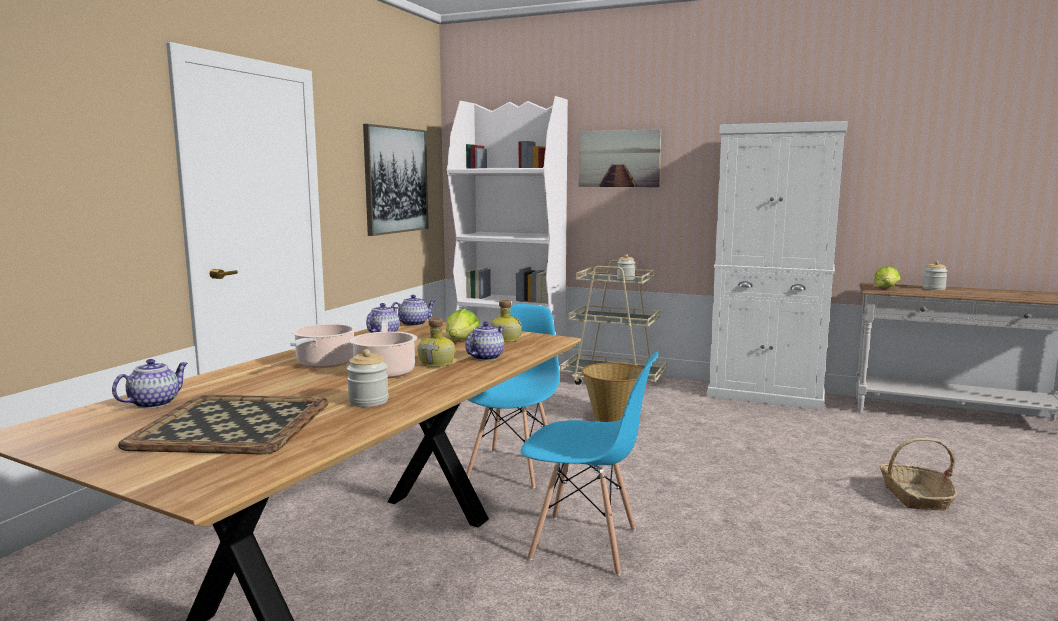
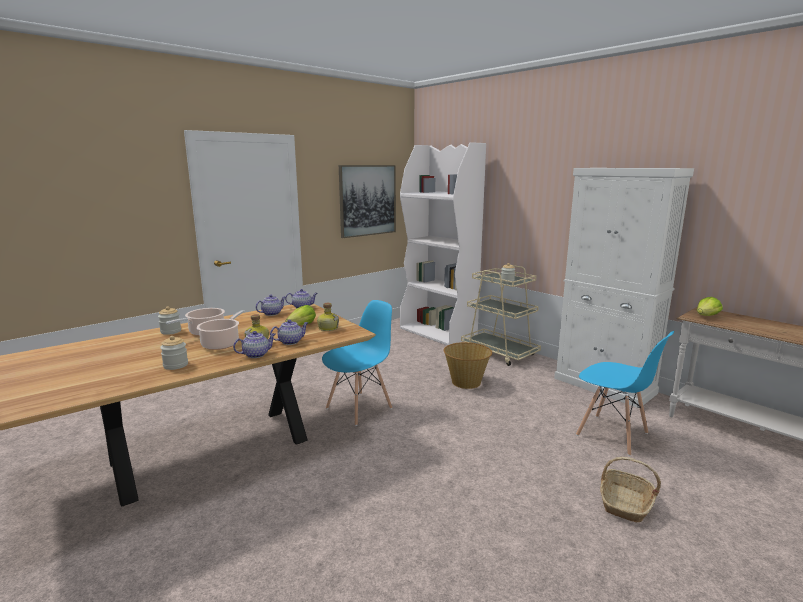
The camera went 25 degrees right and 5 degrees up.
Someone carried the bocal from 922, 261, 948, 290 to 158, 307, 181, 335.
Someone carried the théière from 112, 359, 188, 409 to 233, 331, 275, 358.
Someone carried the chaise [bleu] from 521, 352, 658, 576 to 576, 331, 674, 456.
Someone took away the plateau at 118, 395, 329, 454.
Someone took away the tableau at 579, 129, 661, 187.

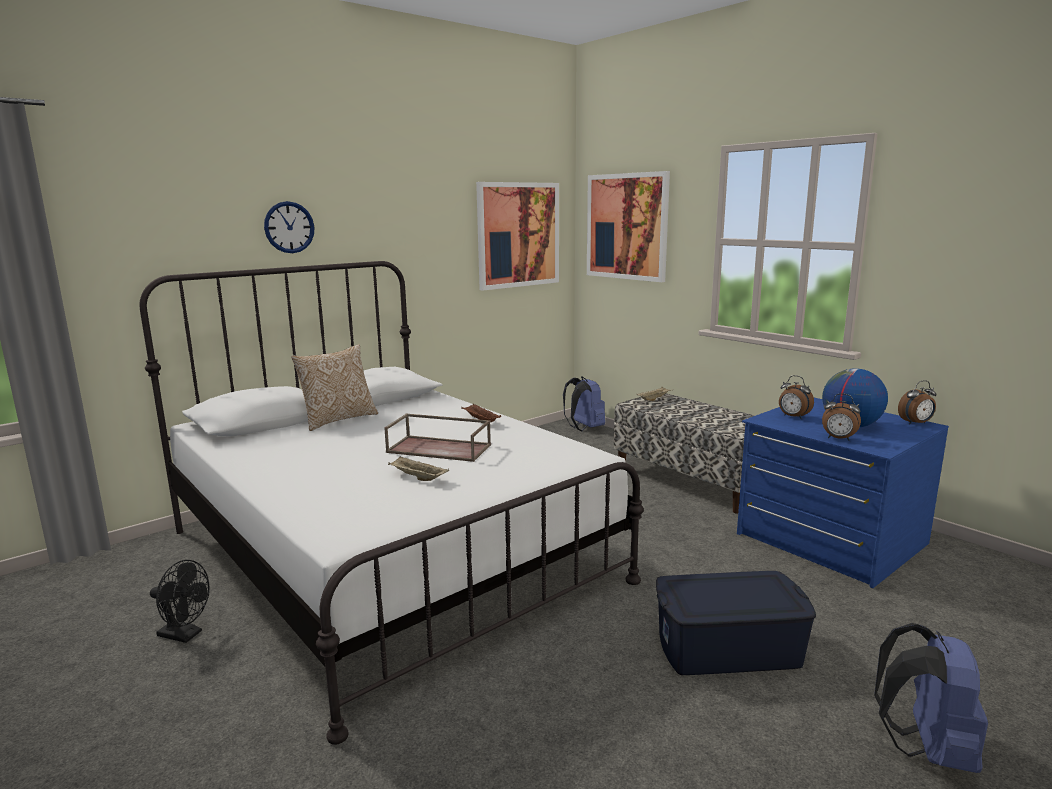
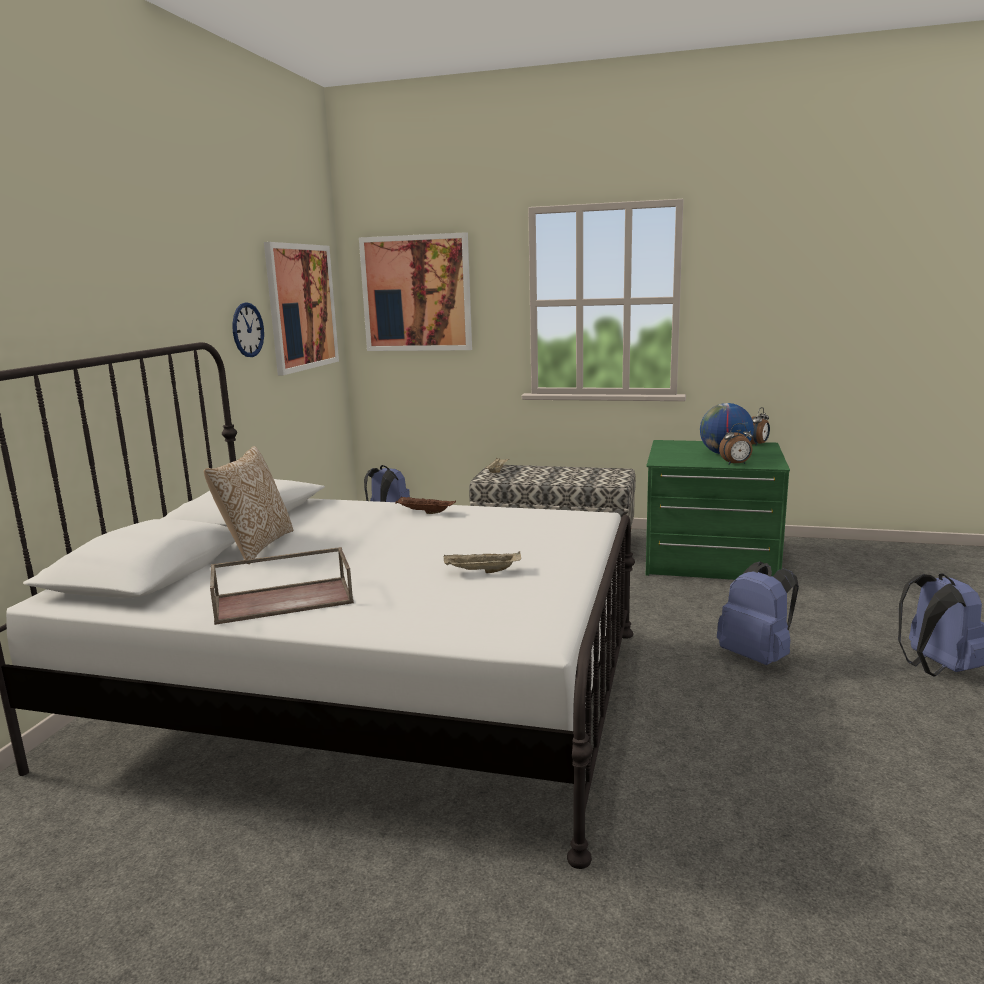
The camera went 35 degrees left and 0 degrees up.
Someone carried the plateau [marron] from 384, 414, 491, 462 to 210, 547, 354, 625.
Someone carried the horloge murale from 264, 201, 314, 253 to 232, 302, 264, 357.
Someone repainted the commode [bleu] at 737, 398, 949, 588, which became the commode [vert] at 646, 440, 790, 580.
Someone swapped the boîte de rangement [bleu] at 656, 571, 816, 675 for the sac à dos [bleu] at 717, 562, 799, 665.
Someone took away the ventilateur [noir] at 150, 560, 210, 643.
Someone took away the réveil at 779, 375, 814, 419.

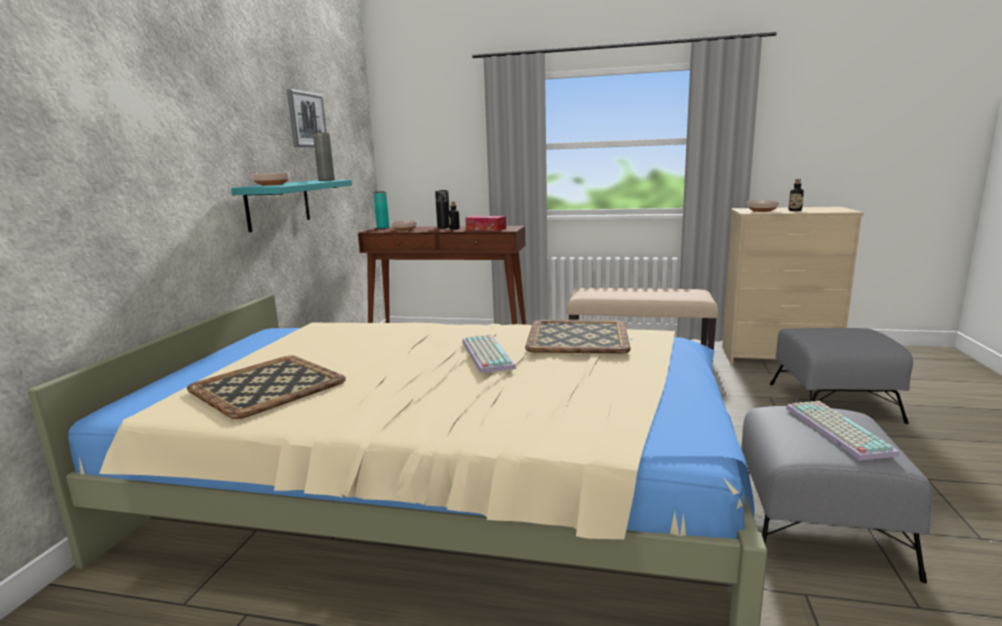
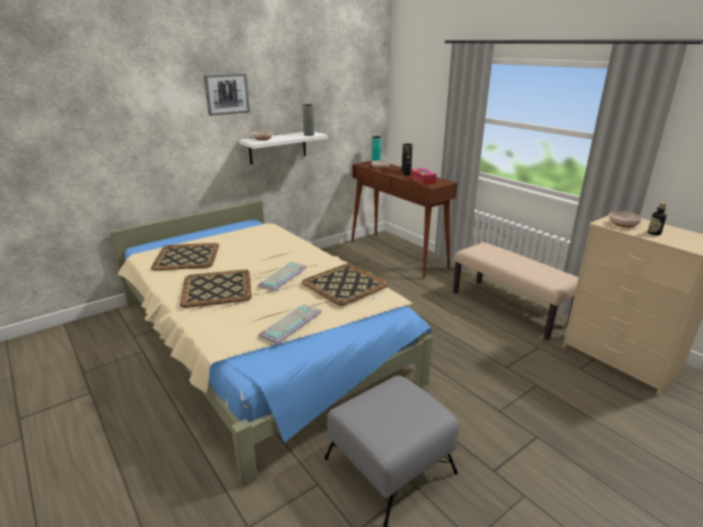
The camera went 40 degrees right and 10 degrees up.
Someone put down the plateau at 180, 269, 252, 308.
Someone carried the tableau from 287, 89, 327, 147 to 204, 73, 250, 116.
Someone repainted the étagère [turquoise] at 231, 180, 352, 232, which became the étagère [blanc] at 239, 132, 328, 165.
Someone carried the clavier from 786, 401, 899, 460 to 259, 304, 322, 344.
Someone took away the pouf [gris] at 770, 328, 913, 424.

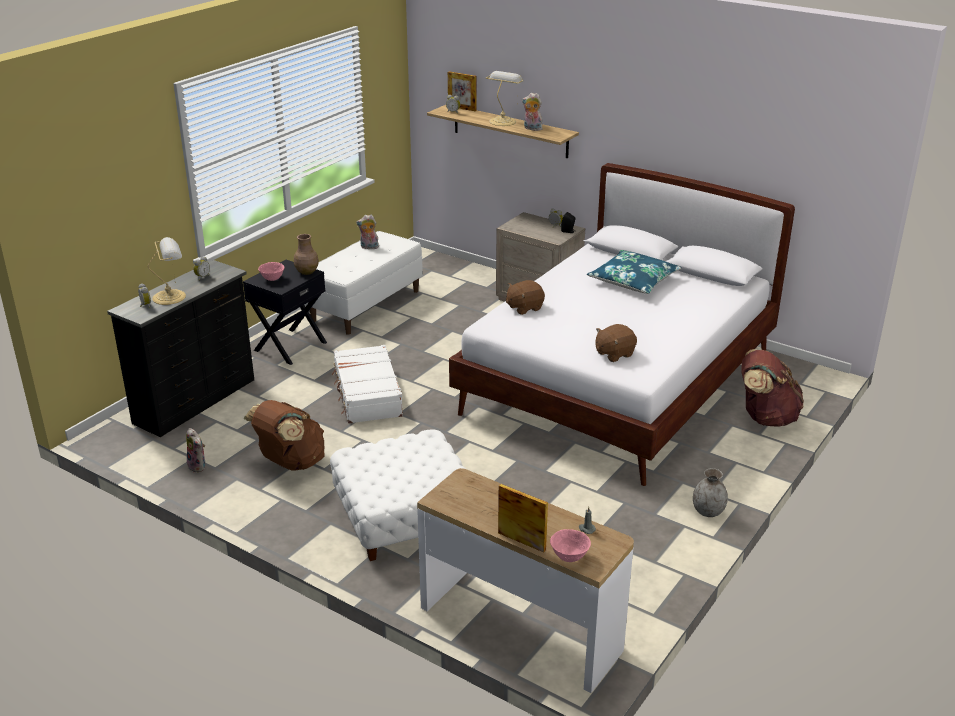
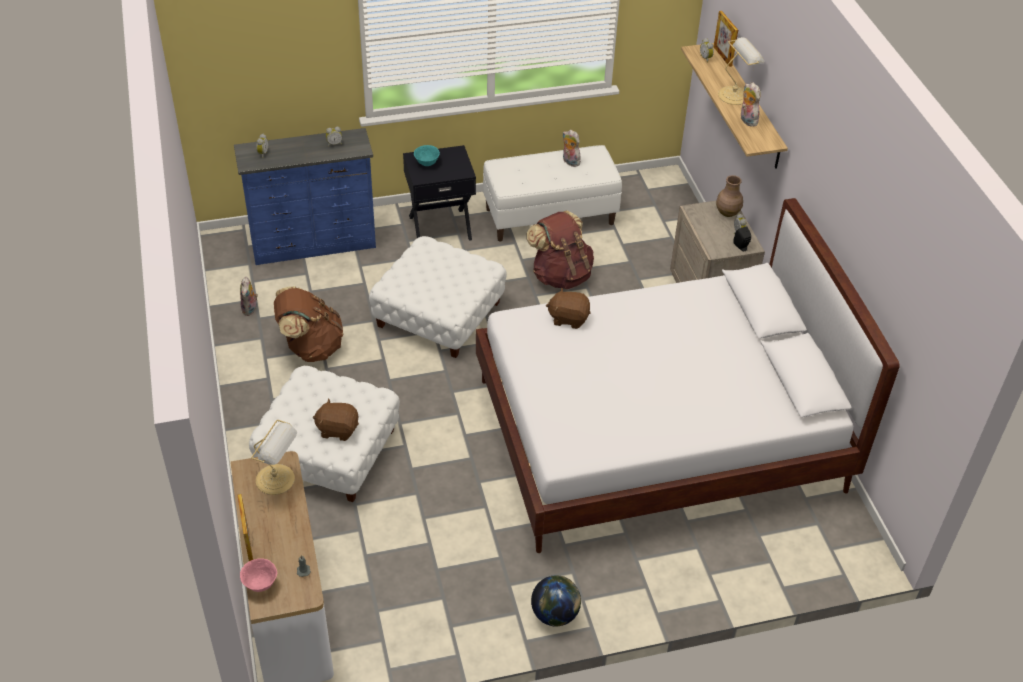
The camera went 40 degrees right and 15 degrees up.
Someone repainted the commode [noir] at 107, 260, 254, 437, which became the commode [bleu] at 234, 128, 376, 265.
Someone carried the lampe de table from 148, 237, 186, 305 to 251, 420, 297, 495.
Someone carried the peluche [marron] from 595, 324, 637, 362 to 313, 398, 359, 441.
Someone swapped the valise [blanc] at 332, 345, 403, 424 for the pouf [blanc] at 369, 236, 507, 358.
Someone repainted the bol [rose] at 258, 262, 285, 281, which became the bol [turquoise] at 414, 145, 440, 166.
Someone carried the sac à dos [marron] from 741, 349, 804, 427 to 527, 210, 594, 289.
Someone swapped the vase [gris] at 693, 468, 728, 517 for the globe at 531, 576, 581, 627.
Someone carried the vase [marron] from 294, 234, 319, 275 to 716, 175, 743, 217.
Someone took away the coussin [bleu] at 587, 250, 682, 294.

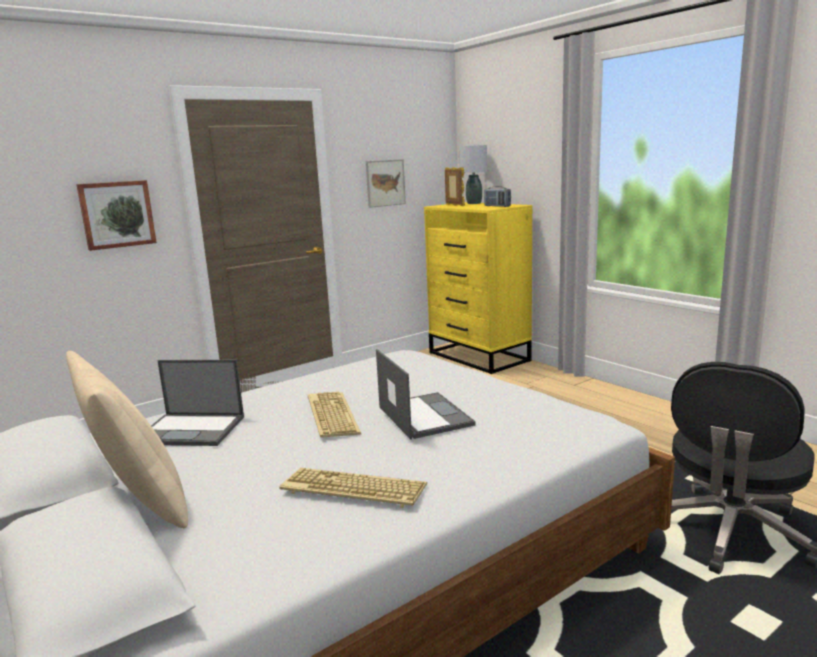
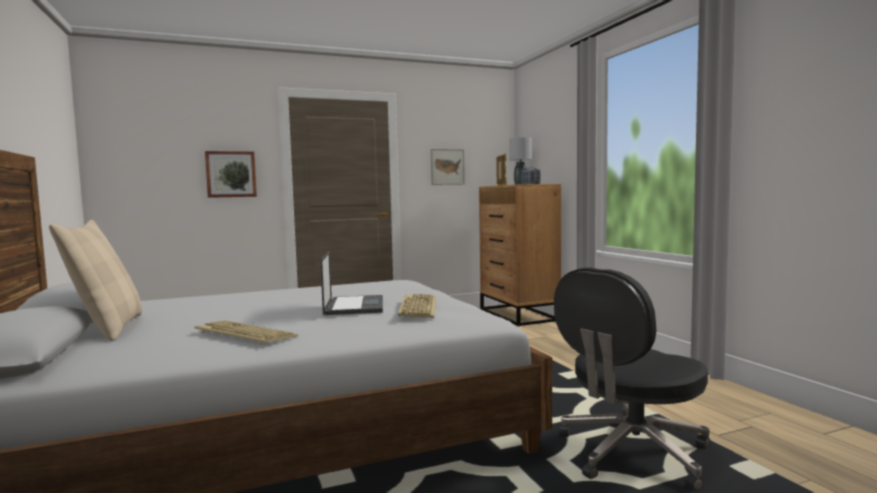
The camera went 15 degrees right and 10 degrees down.
Someone carried the clavier from 308, 392, 362, 437 to 398, 294, 436, 318.
Someone repainted the commode [jaune] at 424, 202, 532, 374, which became the commode [marron] at 479, 184, 561, 326.
Someone took away the ordinateur portable at 151, 360, 244, 446.

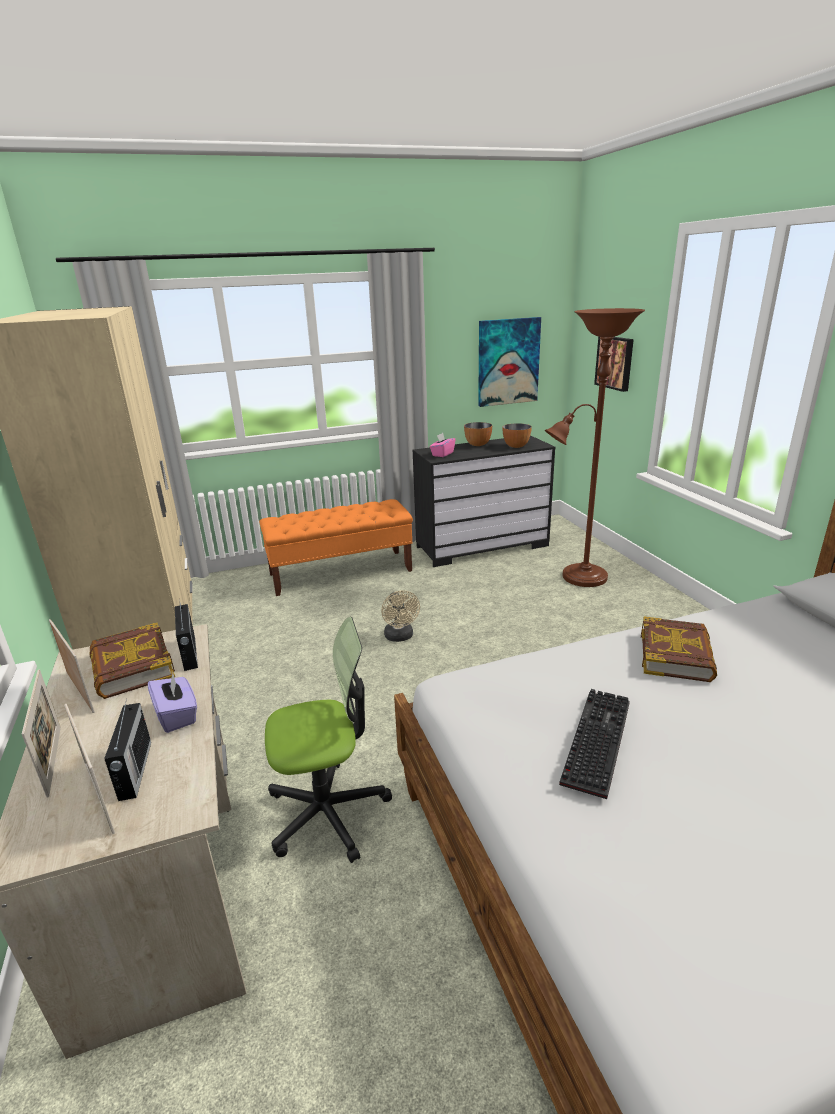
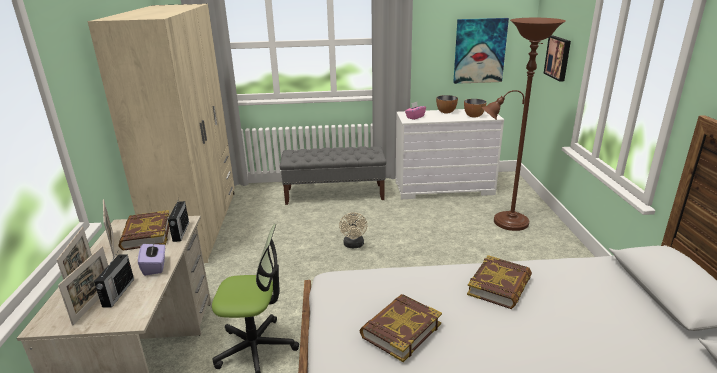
The camera went 15 degrees right and 0 degrees up.
Someone rotated the cadre photo at 64, 704, 115, 834 by 150 degrees counterclockwise.
Someone repainted the banc [orange] at 259, 499, 413, 596, which became the banc [gris] at 280, 146, 386, 205.
Someone swapped the clavier at 559, 689, 630, 799 for the livre at 360, 294, 442, 362.
Someone repainted the commode [noir] at 413, 435, 556, 567, which became the commode [blanc] at 396, 109, 504, 199.

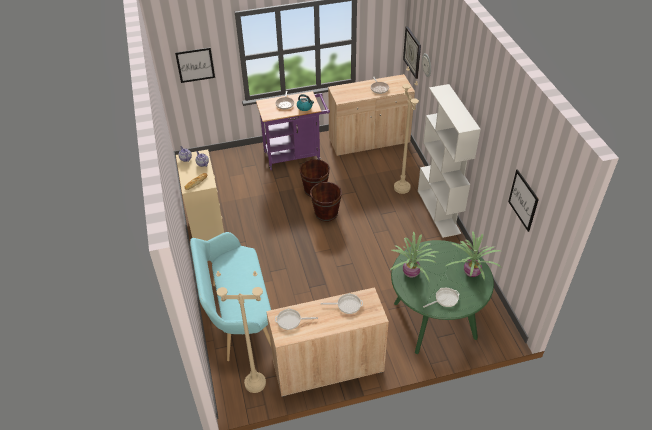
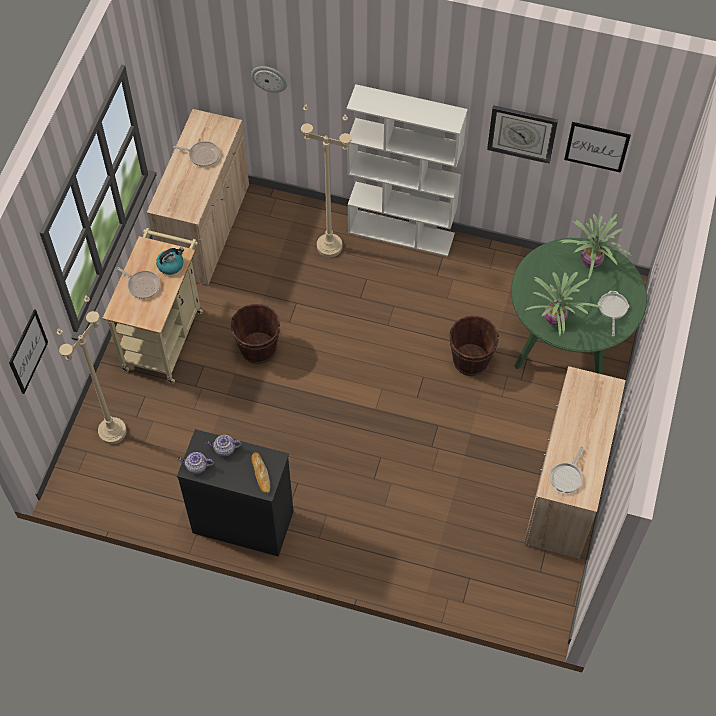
The camera went 60 degrees left and 15 degrees up.
Someone carried the lampadaire [beige] from 216, 271, 266, 393 to 57, 296, 127, 444.
Someone repainted the chariot [violet] at 256, 91, 330, 170, which became the chariot [beige] at 103, 228, 203, 383.
Someone repainted the commode [beige] at 176, 149, 224, 241, which became the commode [noir] at 177, 429, 294, 557.
Someone carried the seau [marron] from 310, 181, 342, 222 to 449, 316, 499, 376.
Someone carried the horloge murale from 403, 26, 421, 79 to 487, 105, 558, 164.
Someone took away the banc [turquoise] at 190, 232, 271, 361.
Someone took away the poêle at 321, 293, 363, 314.

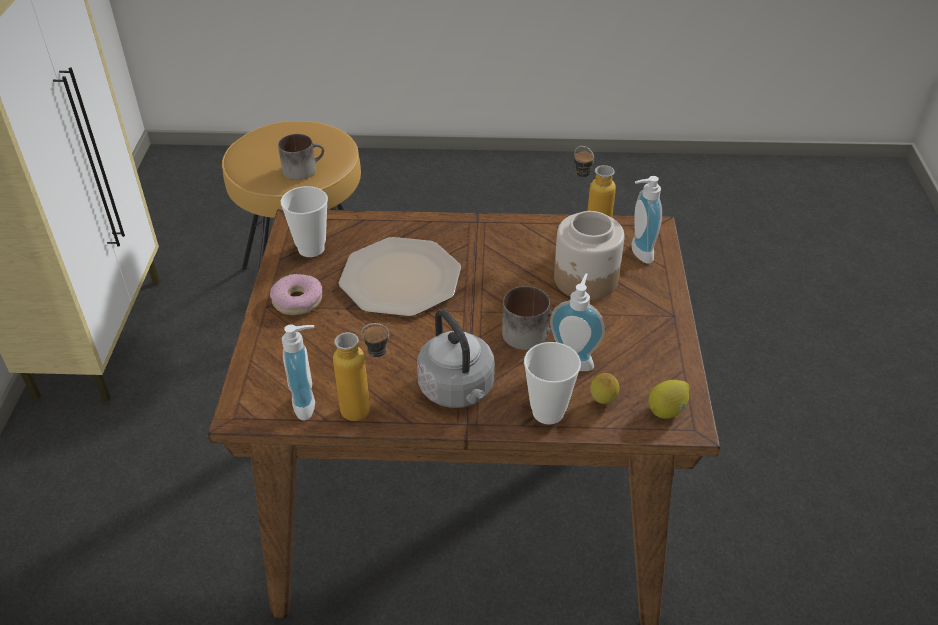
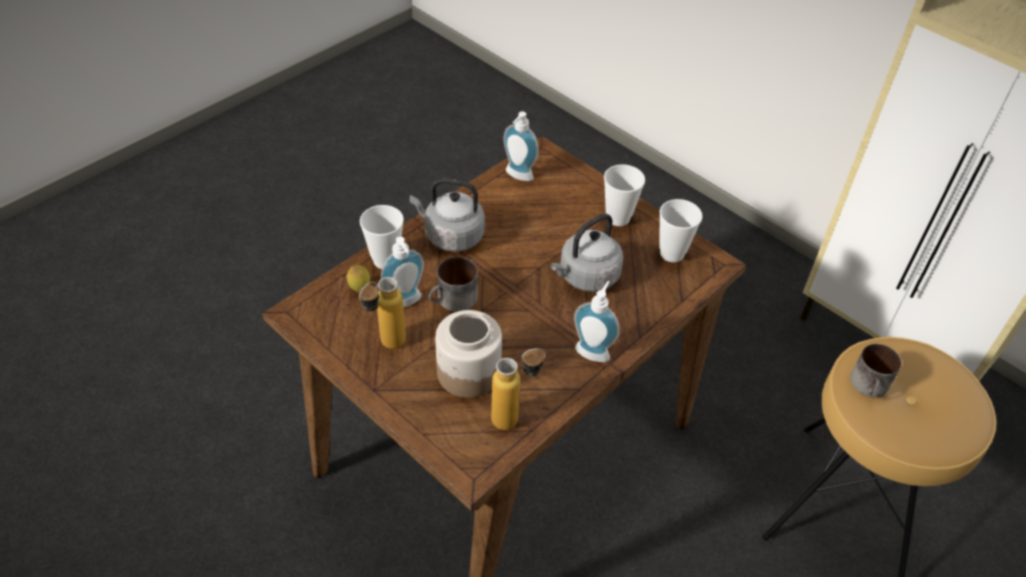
The camera went 130 degrees right and 5 degrees up.
Someone carried the bouteille from 333, 323, 390, 421 to 359, 277, 406, 349.
Someone swapped the assiette at 339, 237, 461, 317 for the bouilloire [gris] at 550, 214, 623, 292.
Someone carried the distributeur de savon from 631, 176, 662, 264 to 574, 281, 620, 362.
Someone swapped the beignet at 270, 274, 323, 315 for the tasse at 604, 164, 645, 226.
Someone took away the citron at 648, 380, 689, 419.

